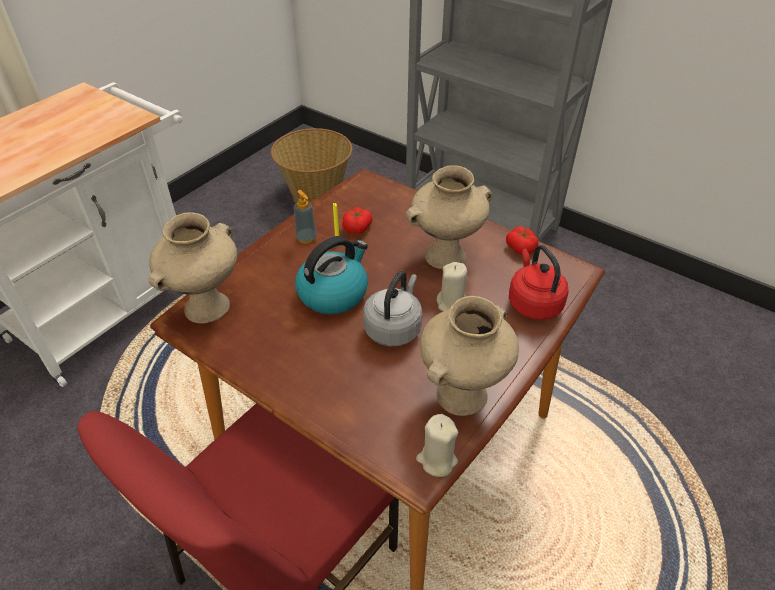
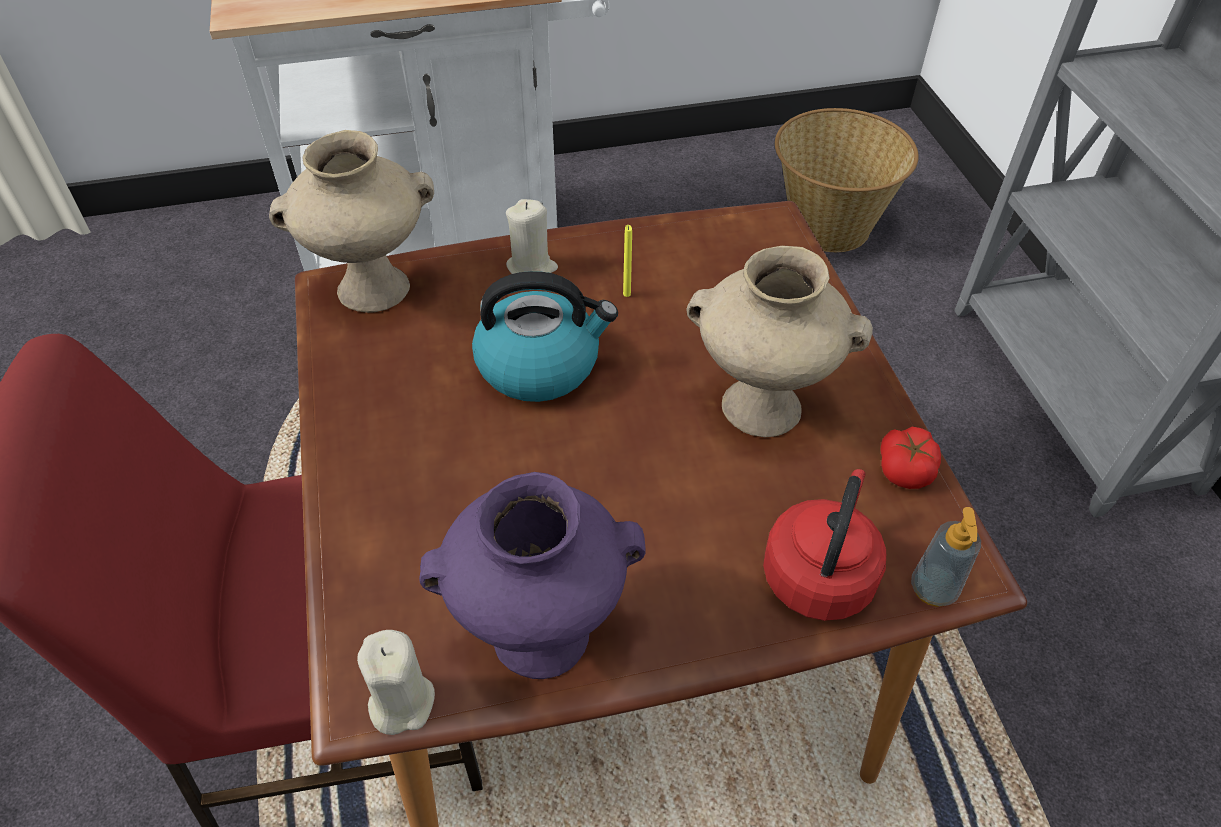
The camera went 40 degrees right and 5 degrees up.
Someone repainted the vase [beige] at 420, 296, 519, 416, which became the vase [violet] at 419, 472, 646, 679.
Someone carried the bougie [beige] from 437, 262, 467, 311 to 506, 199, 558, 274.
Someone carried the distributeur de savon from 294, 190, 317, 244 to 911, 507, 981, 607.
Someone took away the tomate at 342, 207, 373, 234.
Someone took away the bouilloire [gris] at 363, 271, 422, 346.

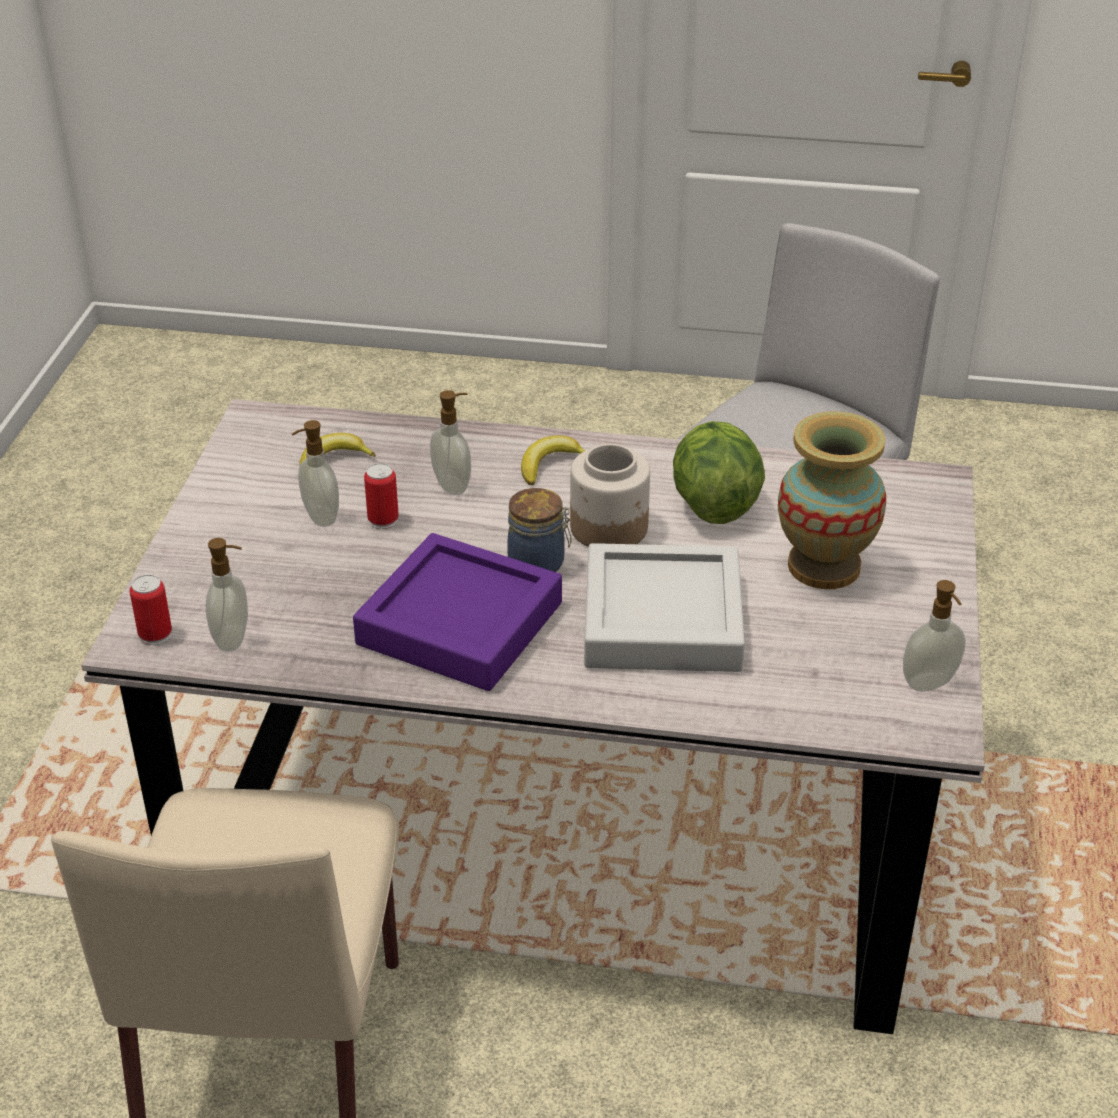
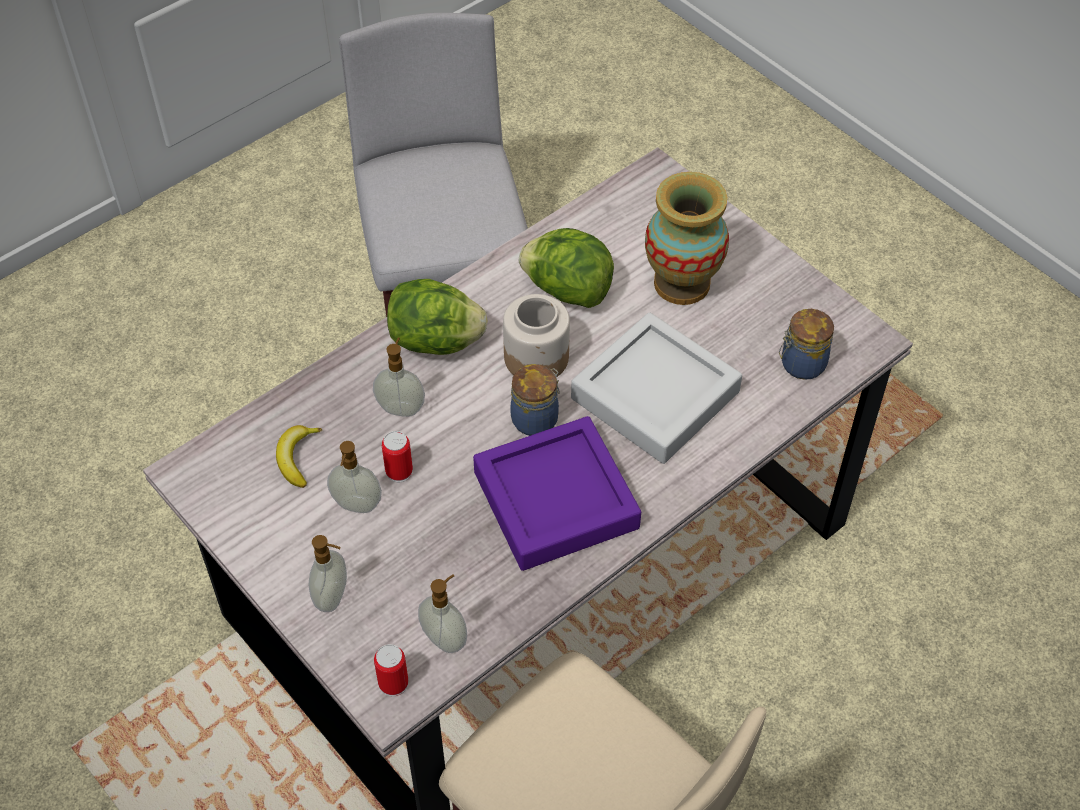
The camera went 50 degrees left and 15 degrees up.
Someone carried the distributeur de savon from 903, 580, 966, 692 to 308, 535, 347, 612.
Someone swapped the banane at 521, 435, 585, 485 for the laitue at 387, 279, 488, 355.
Someone put down the bocal at 779, 309, 834, 380.

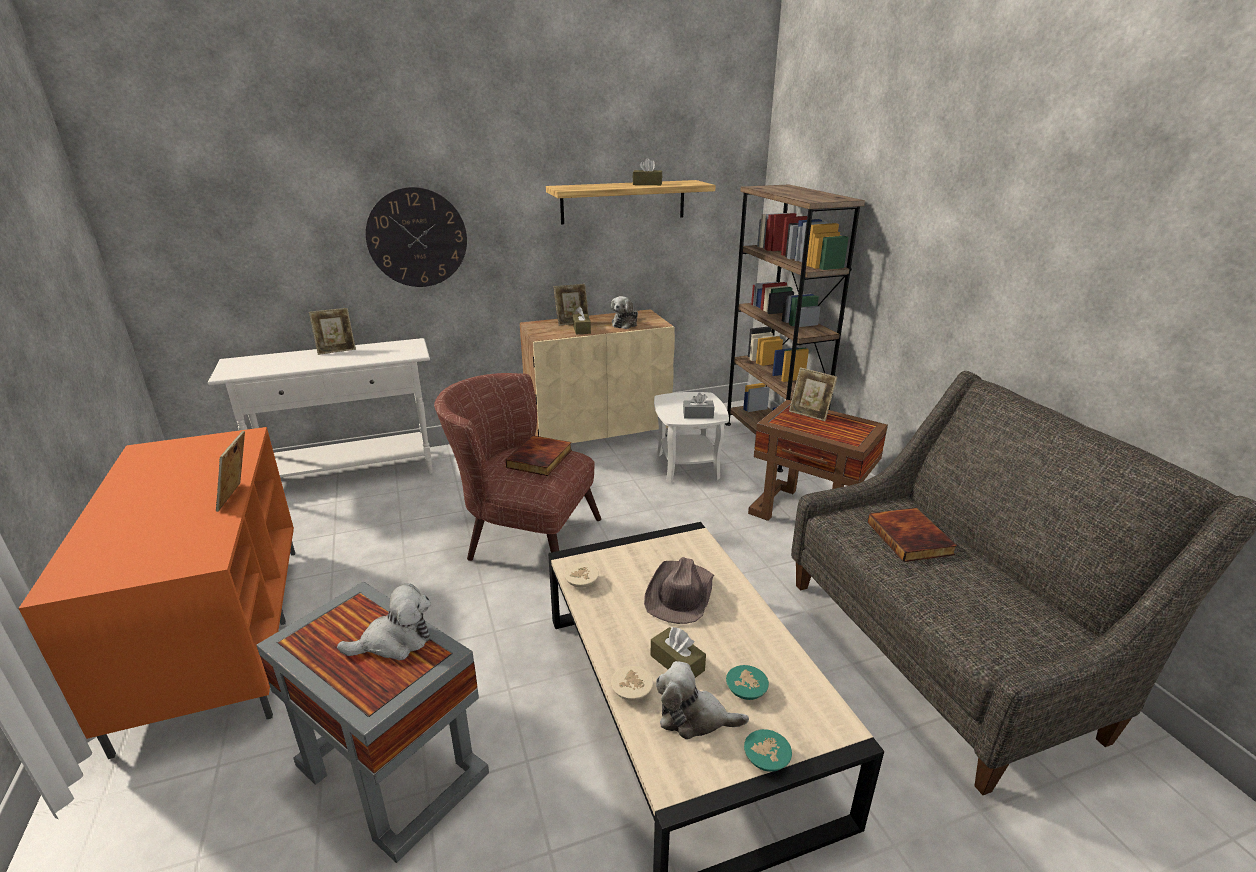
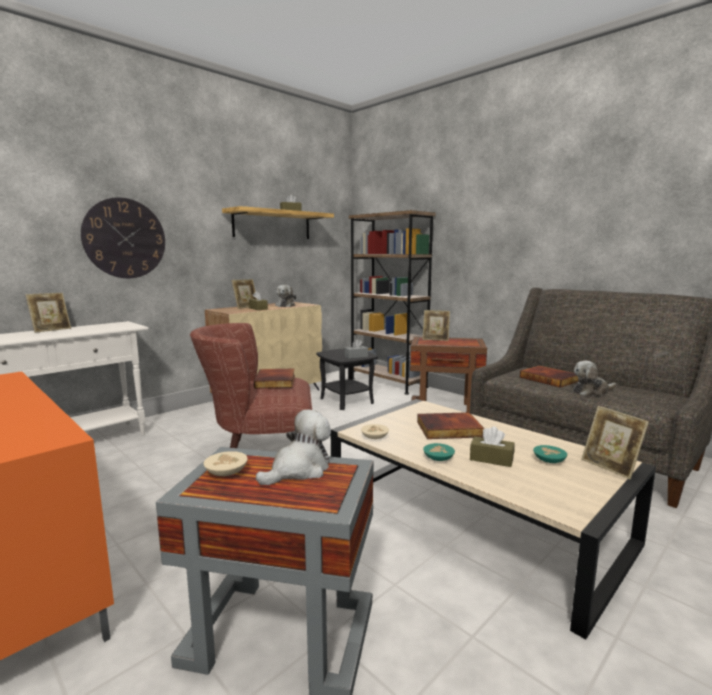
The camera went 25 degrees left and 15 degrees down.
Someone carried the bol [beige] from 611, 666, 653, 701 to 204, 451, 248, 476.
Someone repainted the table d'appoint [blanc] at 654, 392, 729, 483, which became the table d'appoint [noir] at 316, 348, 378, 410.
Someone swapped the chapeau [marron] at 644, 557, 714, 624 for the livre at 417, 412, 484, 439.
Someone carried the bol [turquoise] from 744, 729, 792, 772 to 423, 443, 455, 461.
Someone carried the peluche from 656, 661, 749, 739 to 573, 361, 617, 396.
Someone carried the cadre photo from 216, 431, 245, 512 to 581, 406, 649, 479.

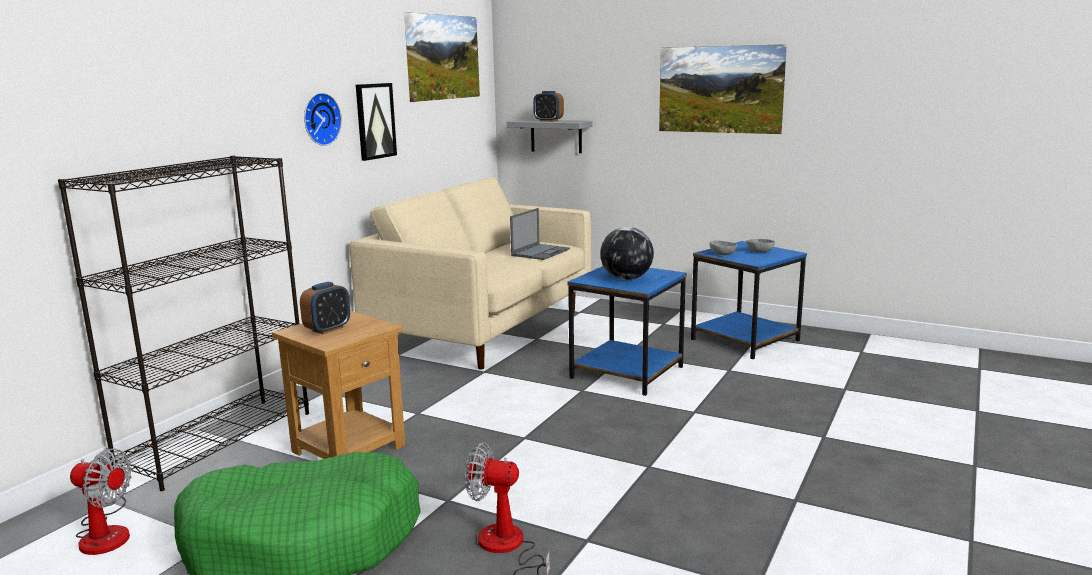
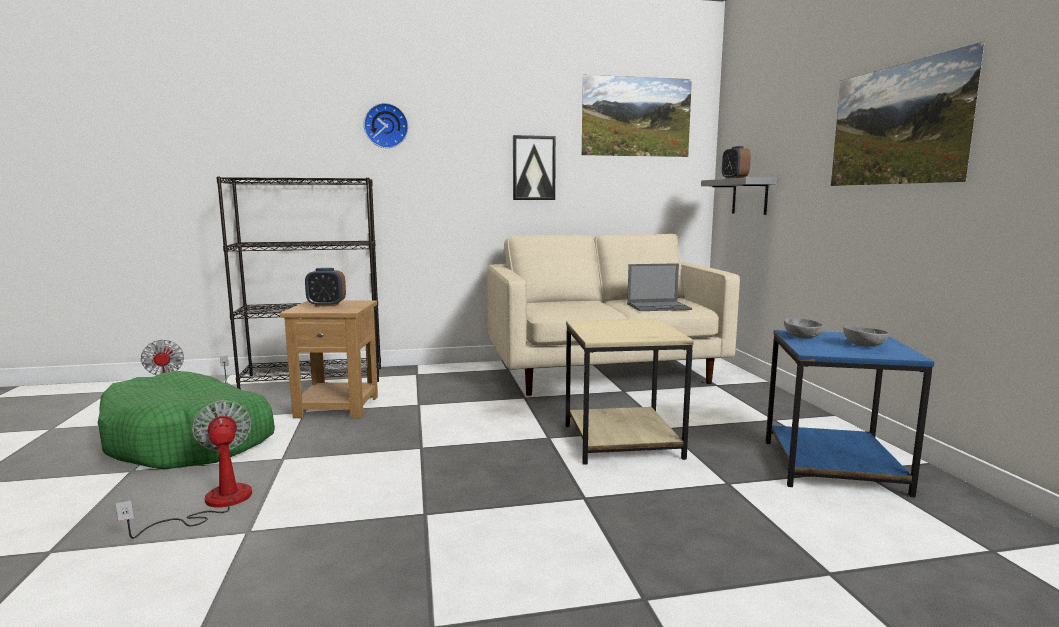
The camera went 50 degrees right and 5 degrees down.
Someone carried the horloge murale from 304, 93, 342, 146 to 364, 103, 408, 148.
Someone repainted the table d'appoint [bleu] at 567, 266, 687, 396, which became the table d'appoint [beige] at 566, 319, 694, 465.
Someone took away the globe at 600, 227, 654, 280.

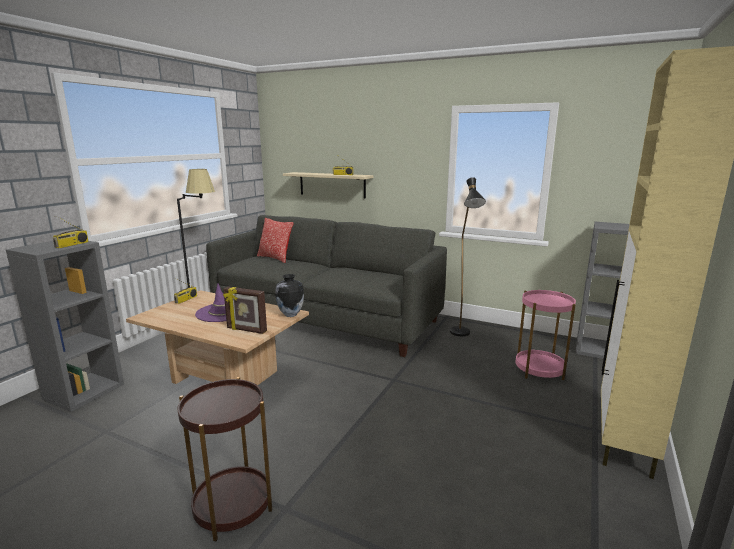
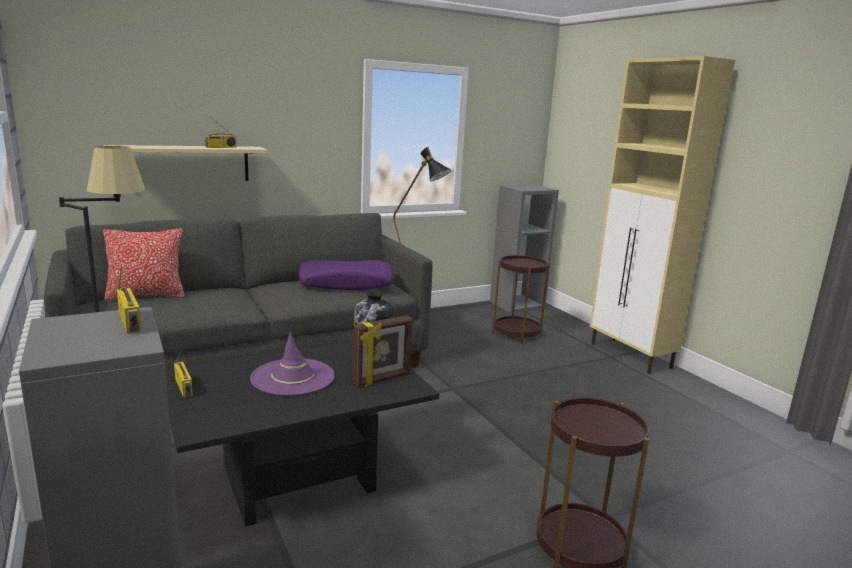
The camera went 55 degrees left and 0 degrees up.
Someone repainted the table basse [beige] at 126, 290, 309, 386, which became the table basse [noir] at 165, 342, 439, 527.
Someone put down the coussin [violet] at 298, 260, 393, 290.
Someone repainted the table d'appoint [rose] at 516, 290, 576, 380, which became the table d'appoint [marron] at 492, 254, 550, 343.

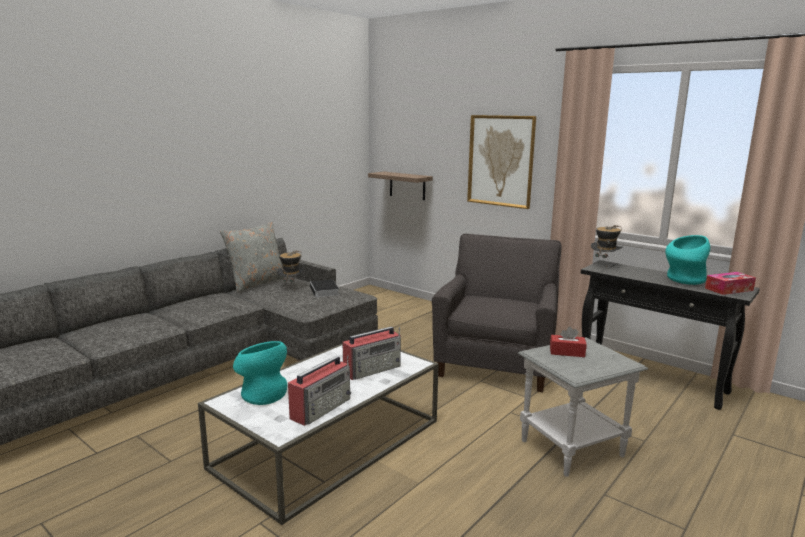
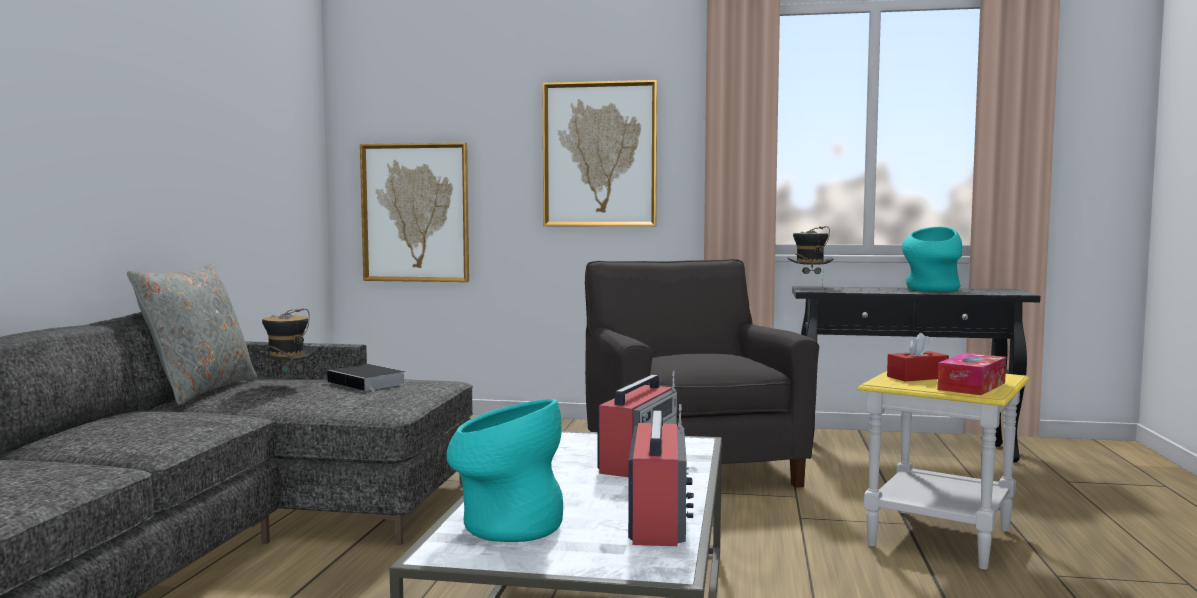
The camera went 30 degrees left and 10 degrees down.
Someone swapped the étagère at 368, 172, 433, 200 for the tableau at 360, 143, 469, 282.
Someone repainted the table d'appoint [gris] at 518, 337, 648, 477, which became the table d'appoint [jaune] at 857, 371, 1030, 569.
Someone carried the boîte à mouchoirs from 705, 272, 756, 295 to 937, 353, 1006, 395.

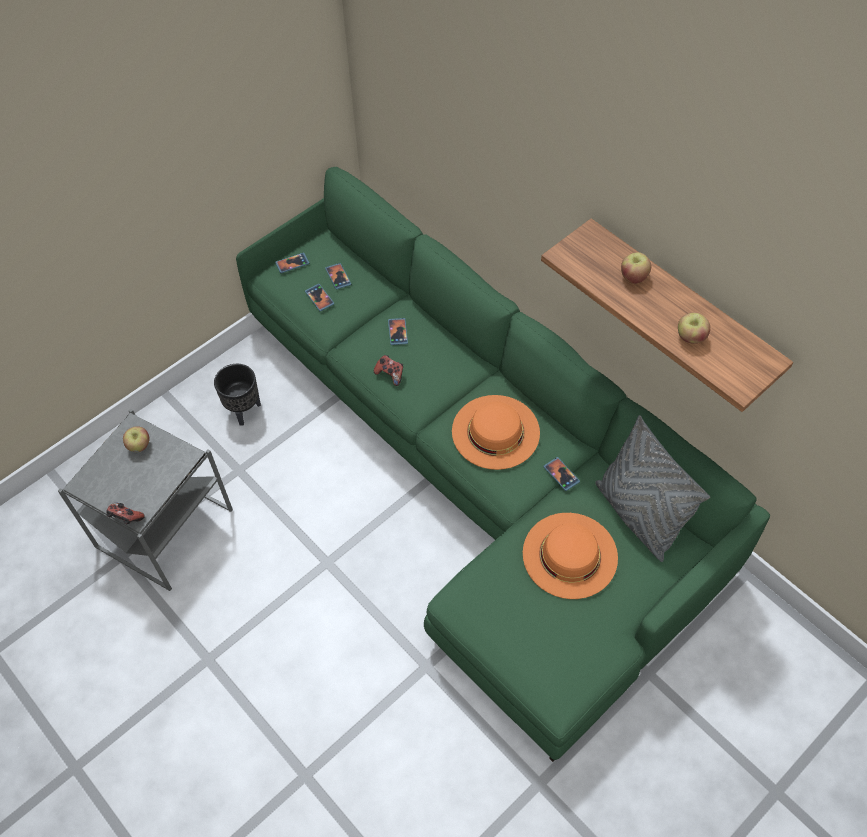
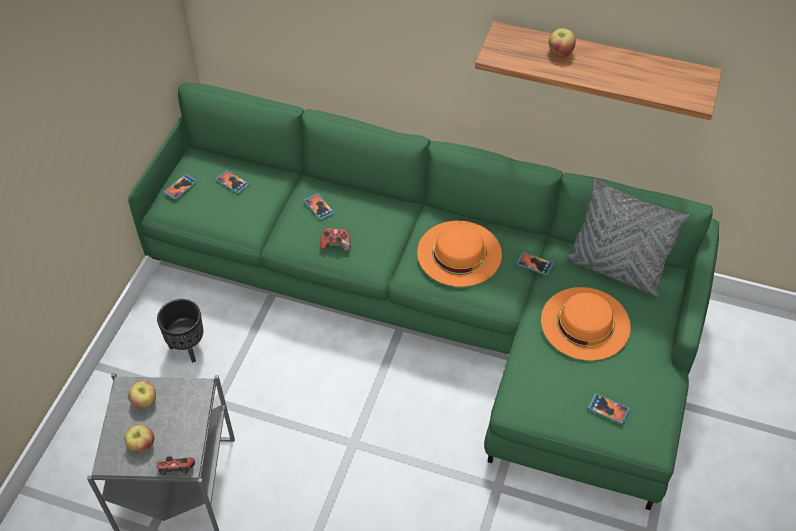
The camera went 30 degrees left and 5 degrees down.
Someone carried the pomme from 678, 312, 710, 344 to 124, 424, 154, 453.
Someone carried the téléphone from 305, 283, 334, 312 to 588, 393, 630, 424.

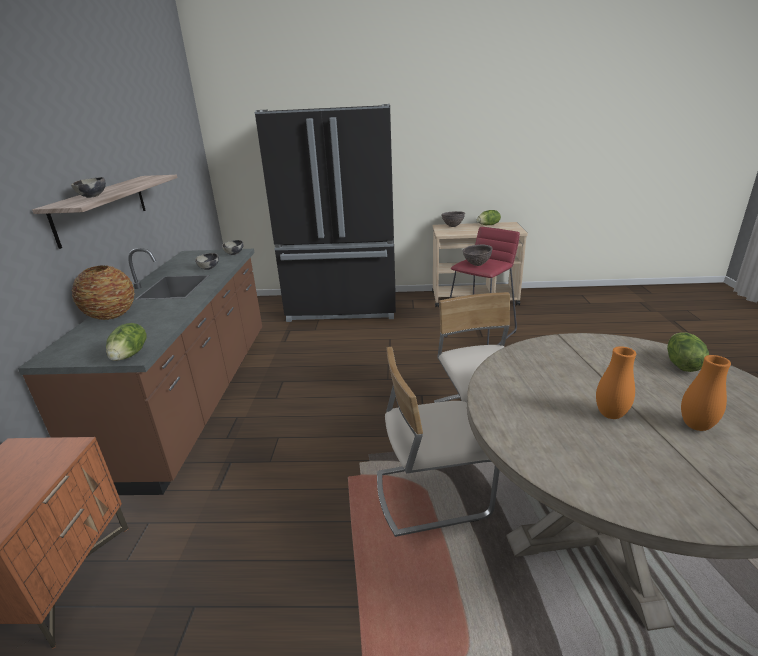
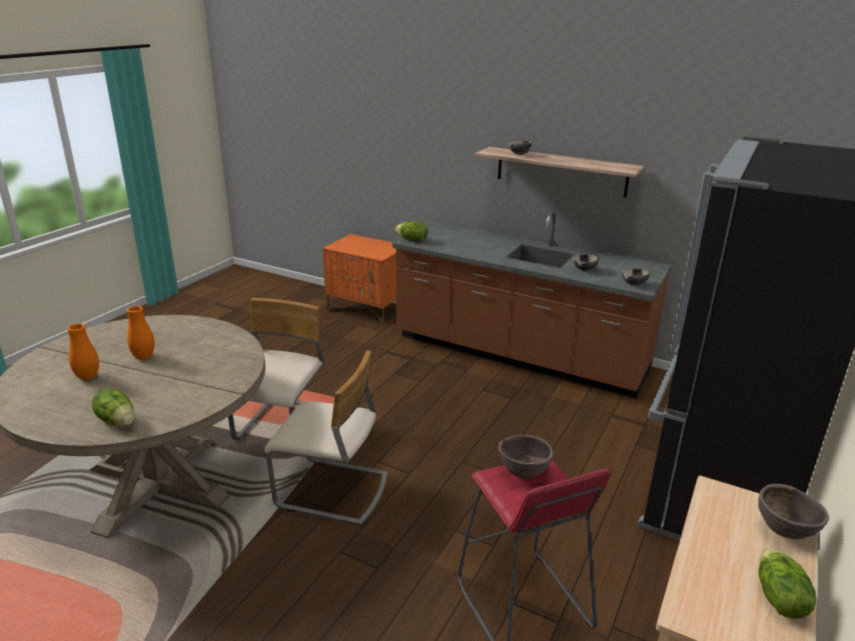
The camera went 115 degrees right and 0 degrees up.
Someone took away the vase at 72, 265, 135, 320.

